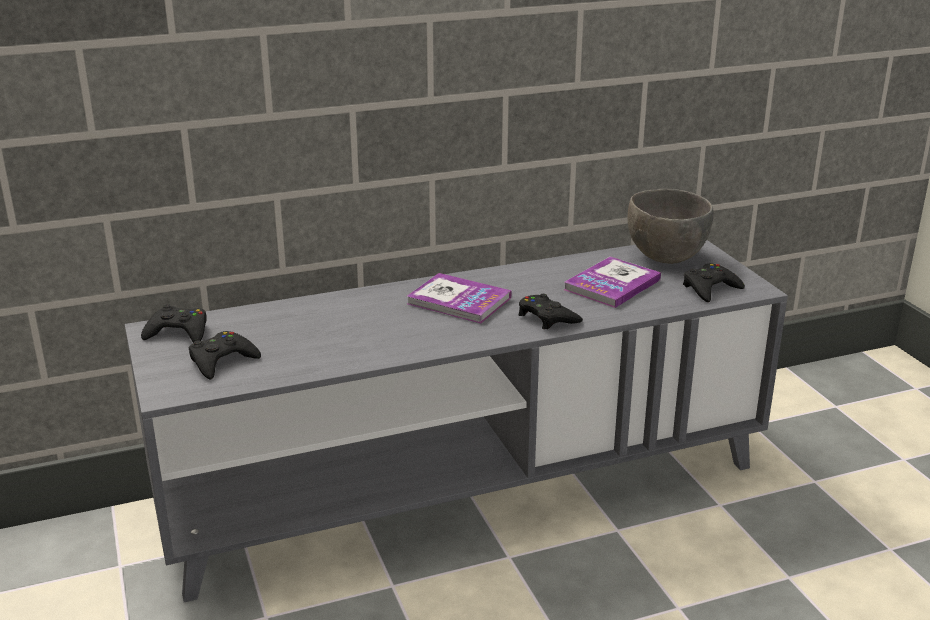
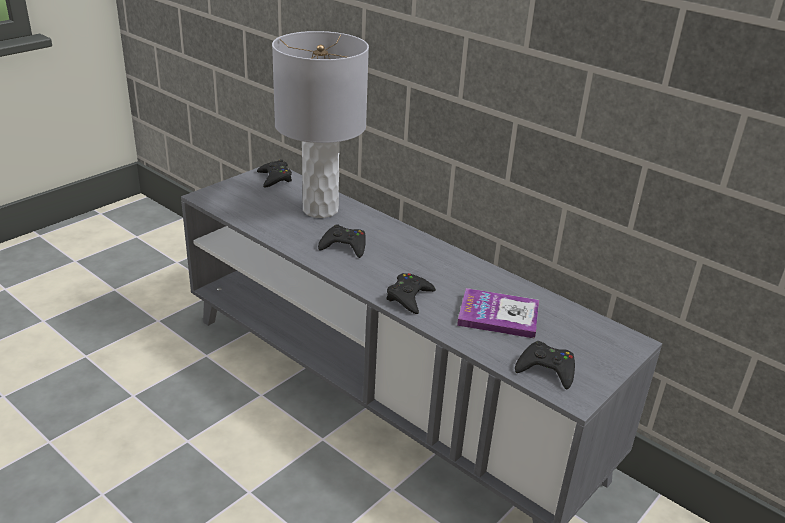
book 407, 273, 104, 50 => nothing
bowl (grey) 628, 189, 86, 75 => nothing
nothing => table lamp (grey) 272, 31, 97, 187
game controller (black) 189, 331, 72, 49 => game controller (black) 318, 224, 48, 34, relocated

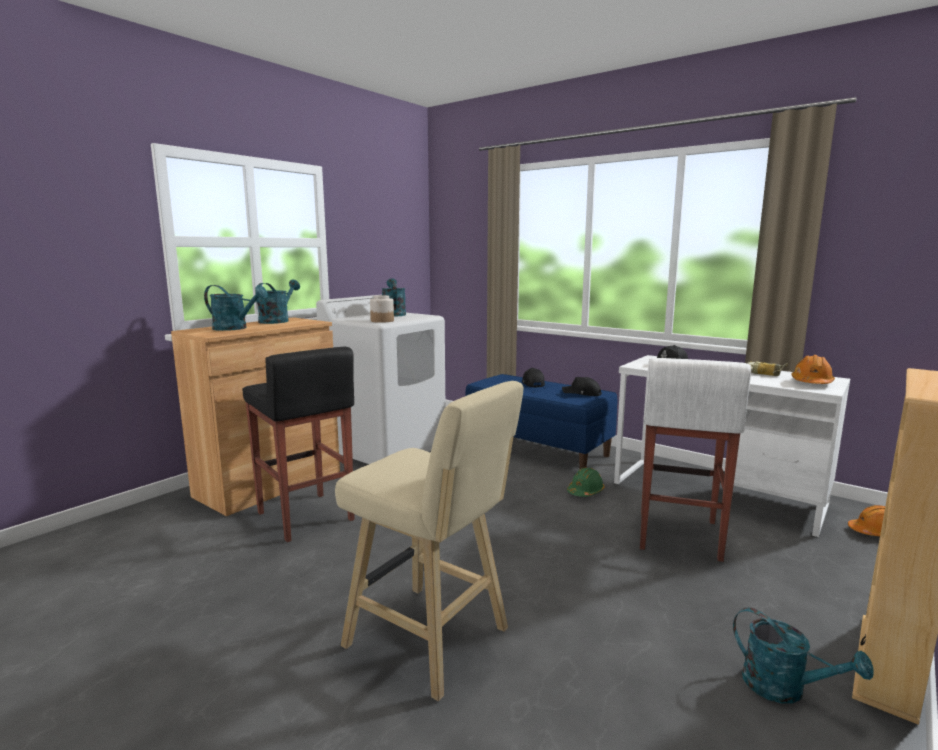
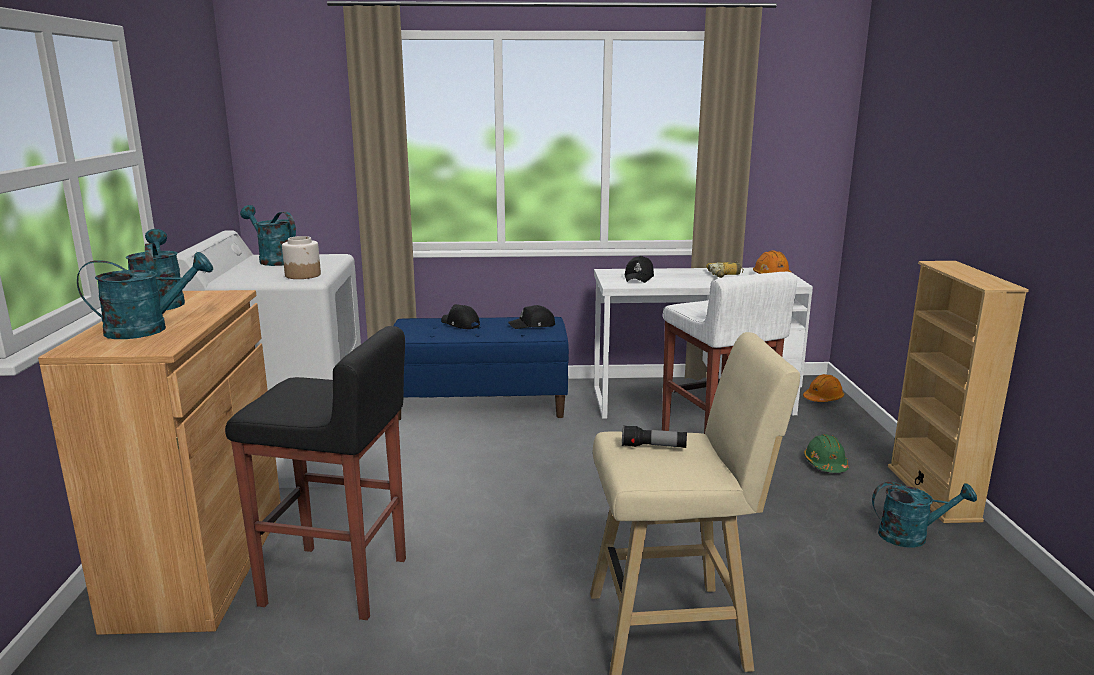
nothing => flashlight 622, 425, 65, 23
hard hat (green) 567, 468, 38, 29 => hard hat (green) 804, 434, 45, 39, relocated

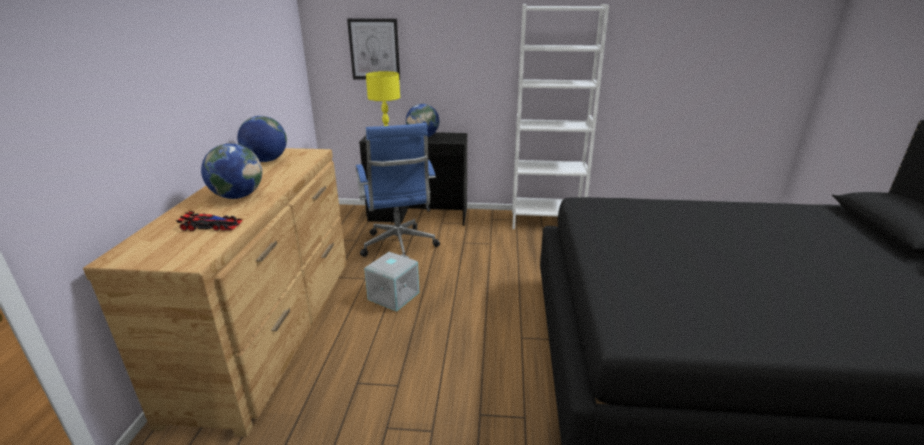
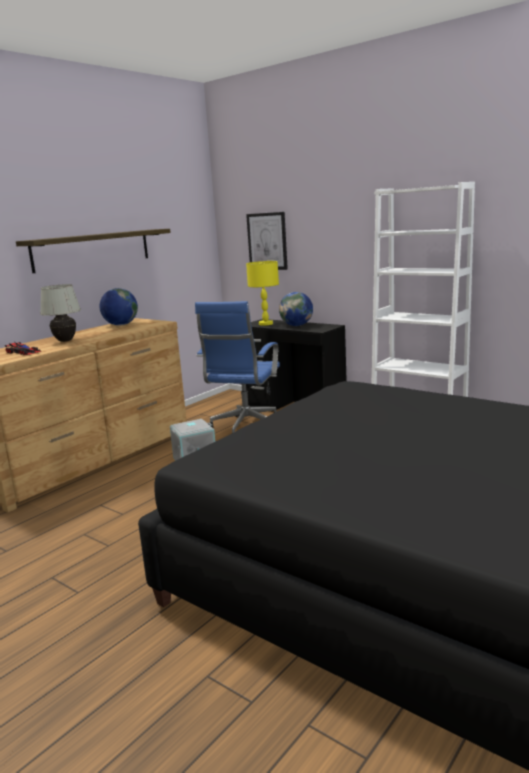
nothing => shelf 16, 229, 155, 44
globe 201, 143, 61, 56 => table lamp (white) 40, 284, 41, 58

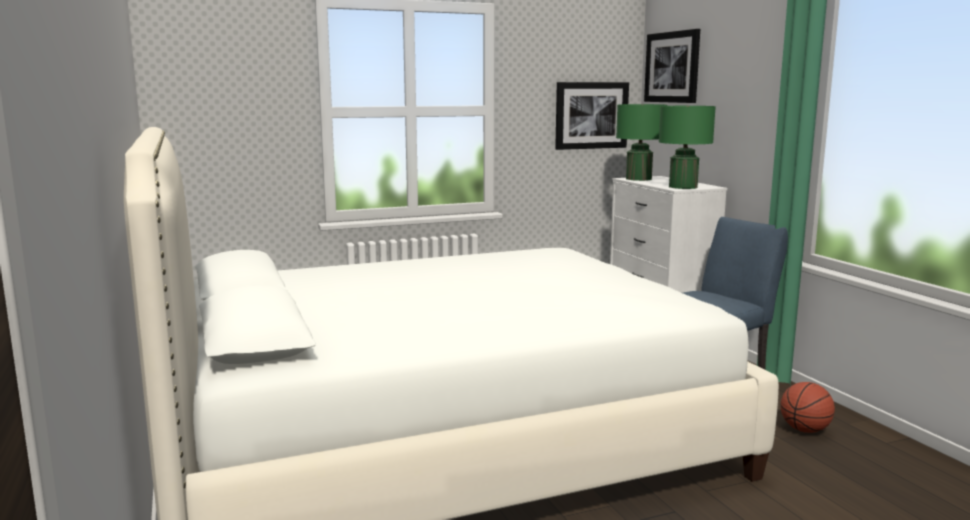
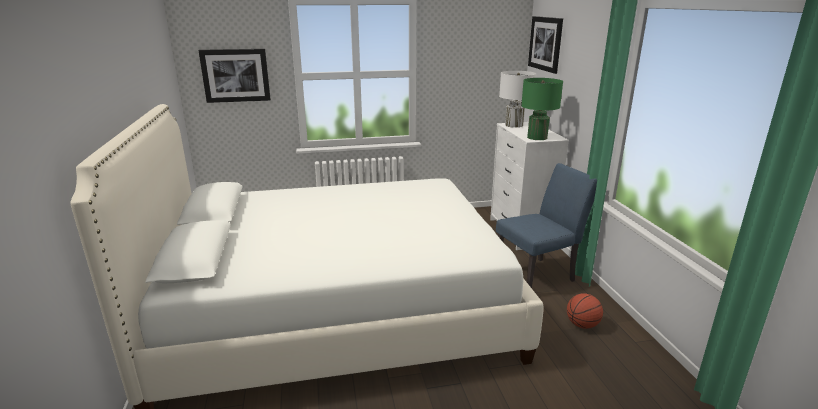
picture 555, 82, 74, 68 => picture 198, 49, 73, 54, relocated
table lamp (green) 616, 104, 51, 77 => table lamp (white) 499, 71, 38, 57

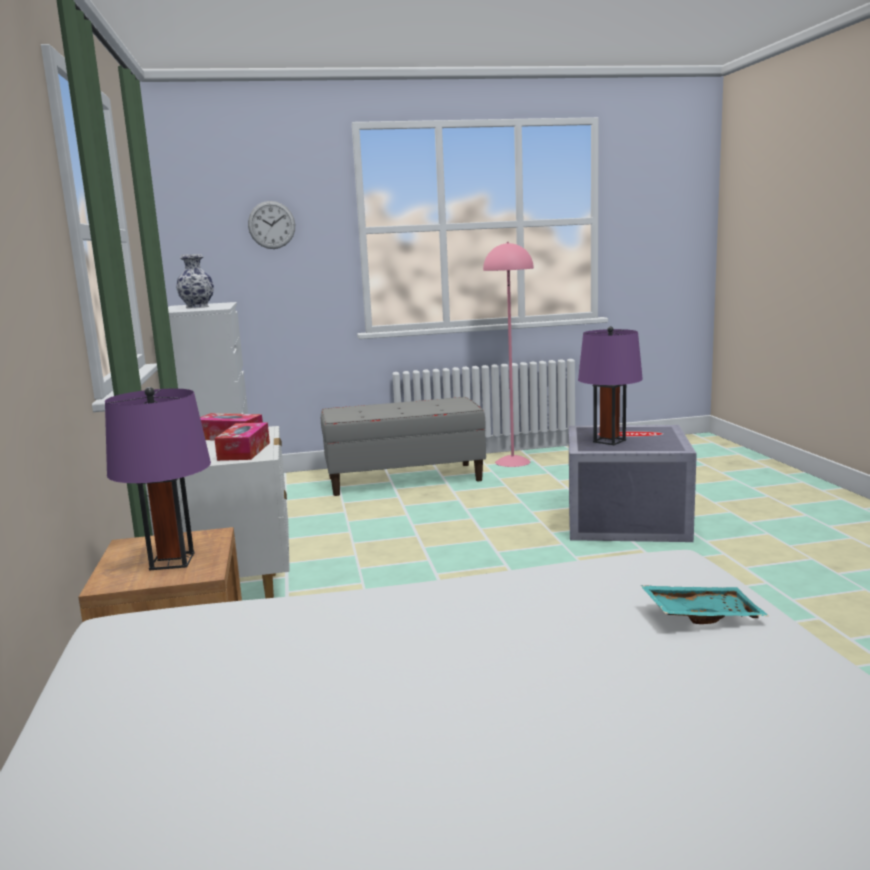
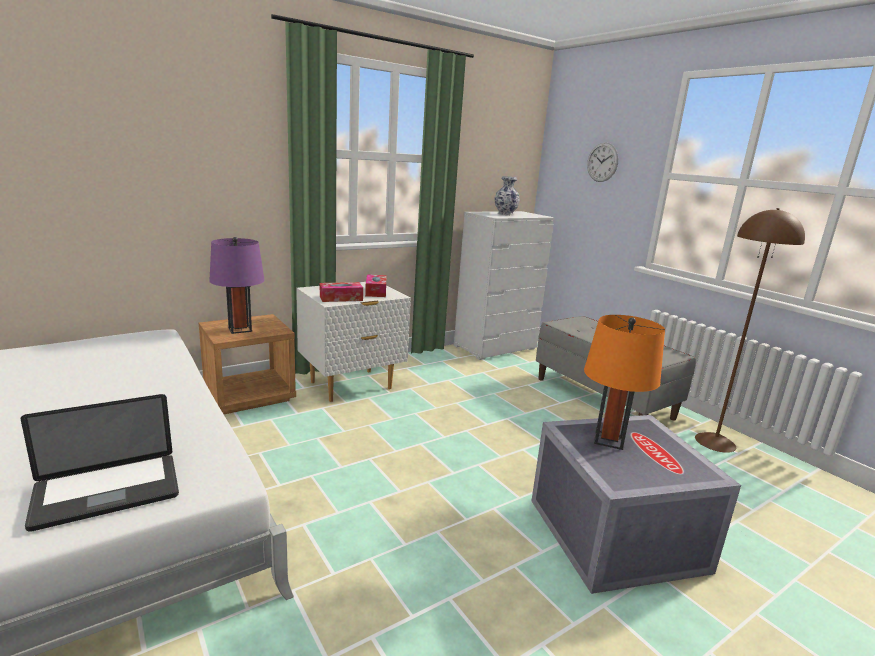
tray (turquoise) 640, 585, 129, 39 => laptop 21, 394, 158, 138
floor lamp (pink) 483, 242, 51, 225 => floor lamp (brown) 695, 208, 110, 245
table lamp (purple) 578, 326, 65, 119 => table lamp (orange) 584, 315, 81, 135

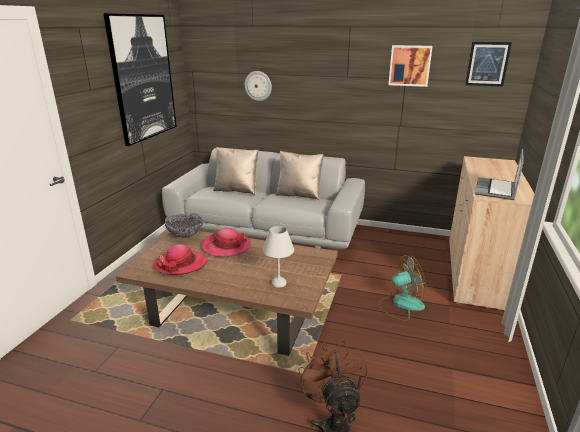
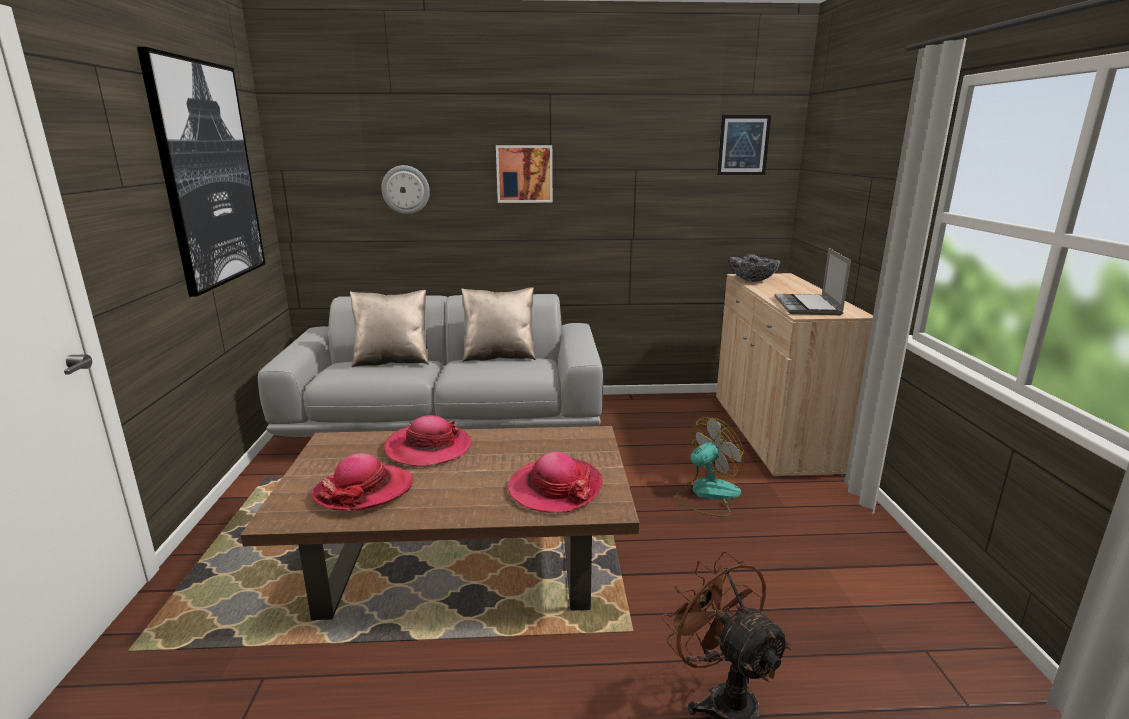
bowl 165, 213, 38, 25 => bowl 729, 254, 51, 28, relocated
picture 388, 45, 45, 42 => picture 496, 145, 57, 58, relocated
table lamp (white) 263, 226, 31, 62 => hat 508, 452, 94, 61

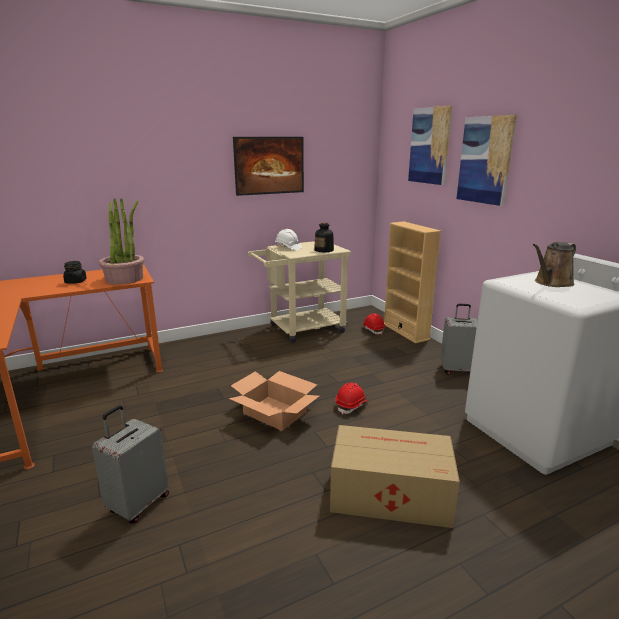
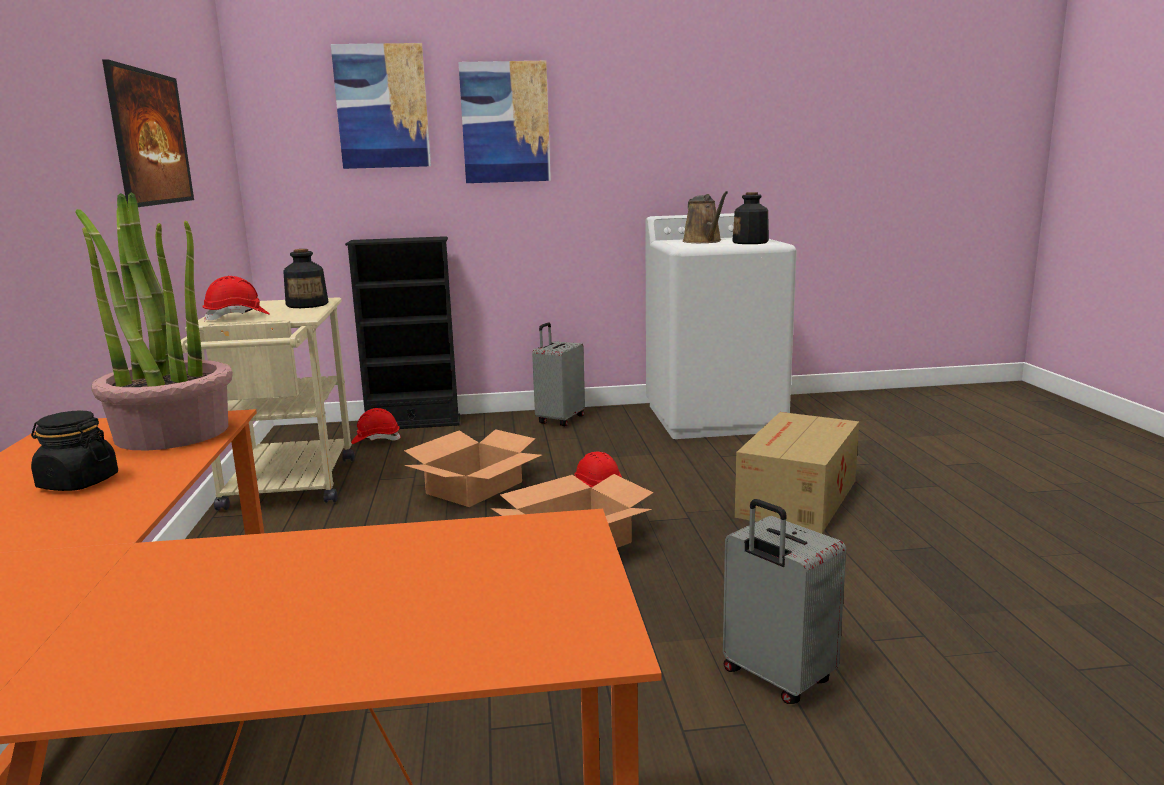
nothing => cardboard box 404, 429, 138, 78
nothing => bottle 732, 192, 37, 52
hard hat (white) 275, 229, 27, 21 => hard hat (red) 203, 276, 67, 46
bookcase (beige) 384, 221, 57, 123 => bookcase (black) 345, 236, 115, 193

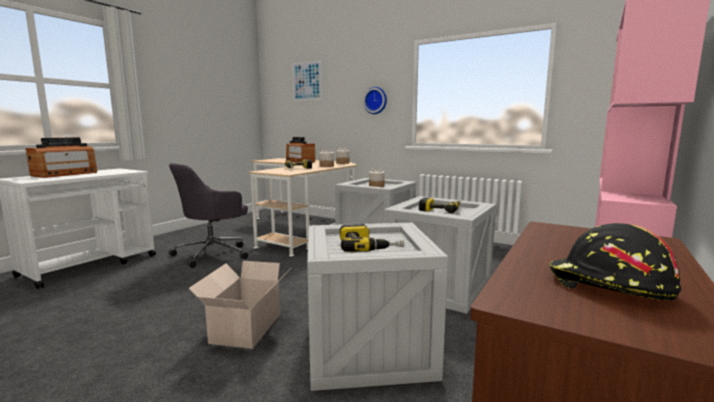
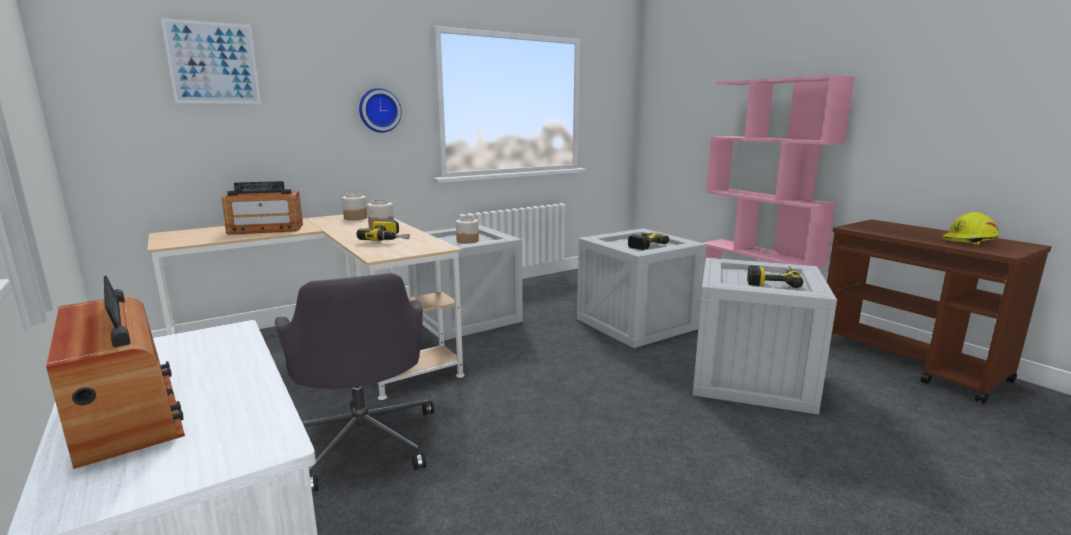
cardboard box 189, 261, 91, 88 => nothing
hard hat (black) 549, 223, 132, 78 => hard hat (yellow) 941, 212, 58, 33

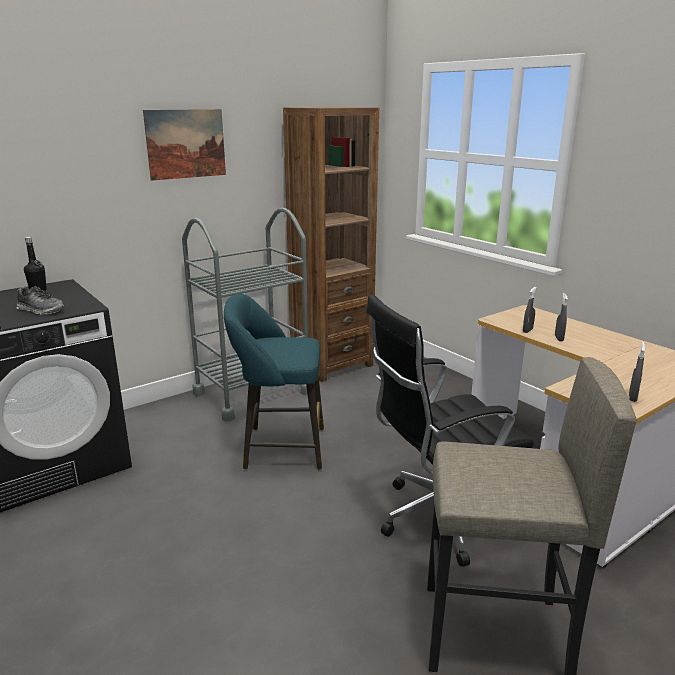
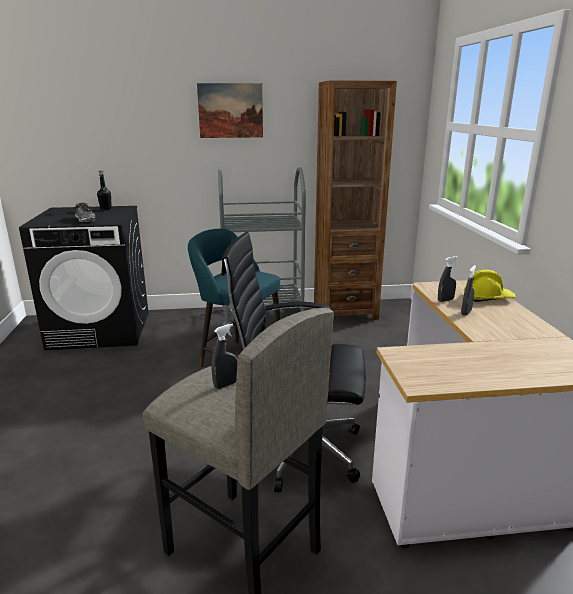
nothing => hard hat (yellow) 464, 270, 52, 32
spray bottle (grey) 629, 342, 16, 60 => spray bottle (grey) 211, 324, 27, 65, relocated

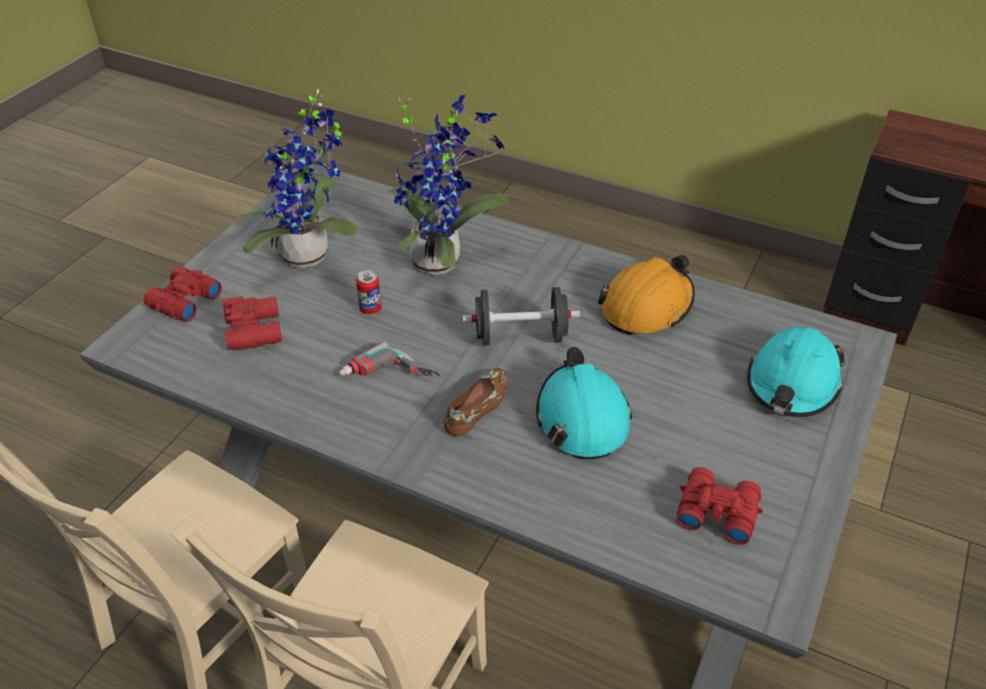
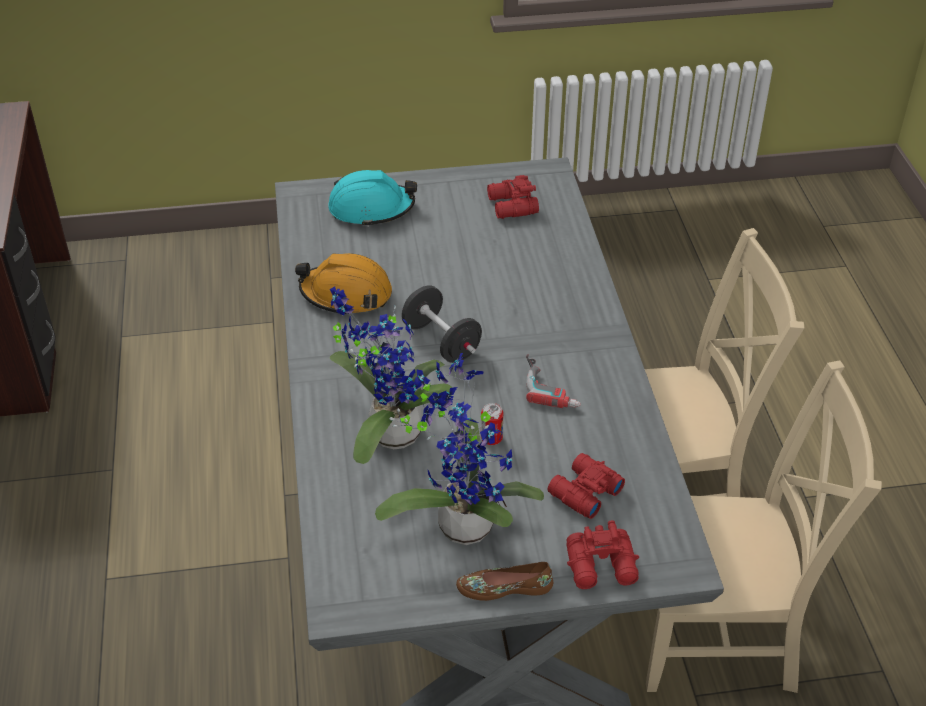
hard hat (turquoise) 536, 347, 96, 112 => nothing
shoe (brown) 444, 368, 64, 68 => shoe (brown) 456, 562, 97, 39, relocated

